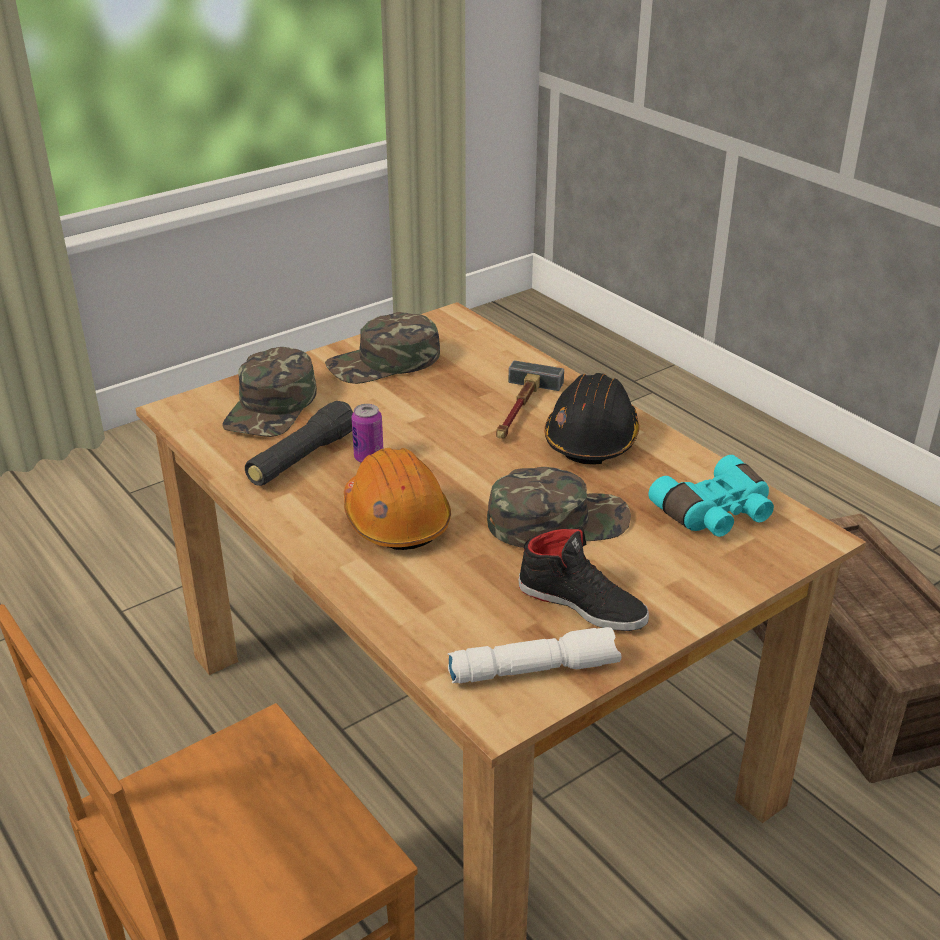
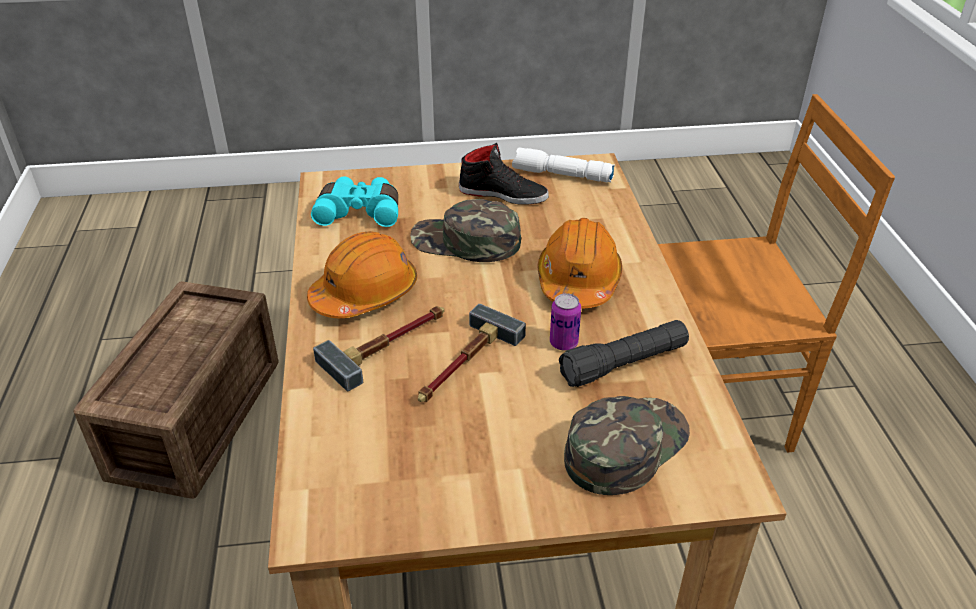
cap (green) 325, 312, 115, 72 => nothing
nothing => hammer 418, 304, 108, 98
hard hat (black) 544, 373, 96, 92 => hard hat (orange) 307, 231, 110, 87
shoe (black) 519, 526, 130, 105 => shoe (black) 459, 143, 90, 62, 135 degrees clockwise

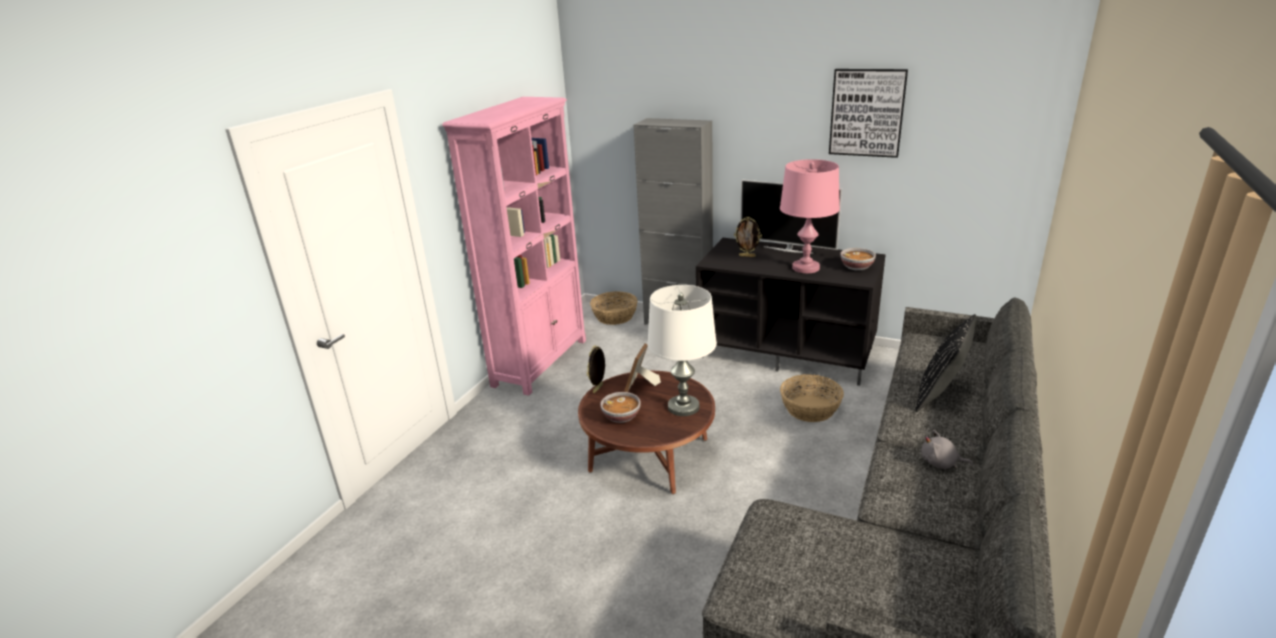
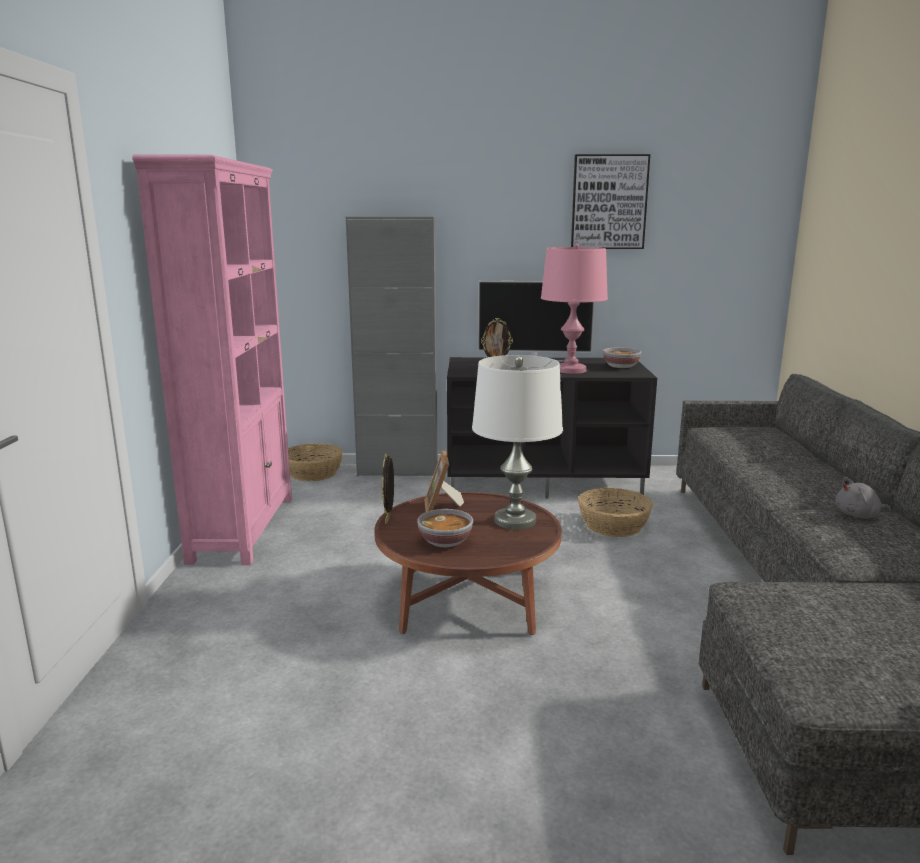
pillow (black) 915, 314, 61, 98 => nothing

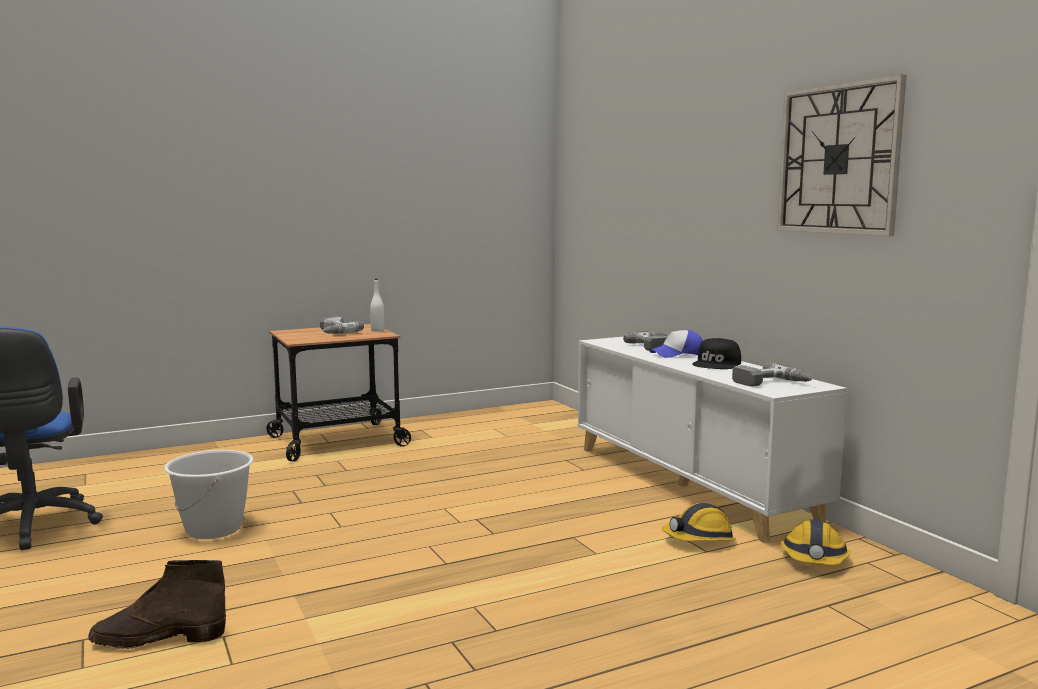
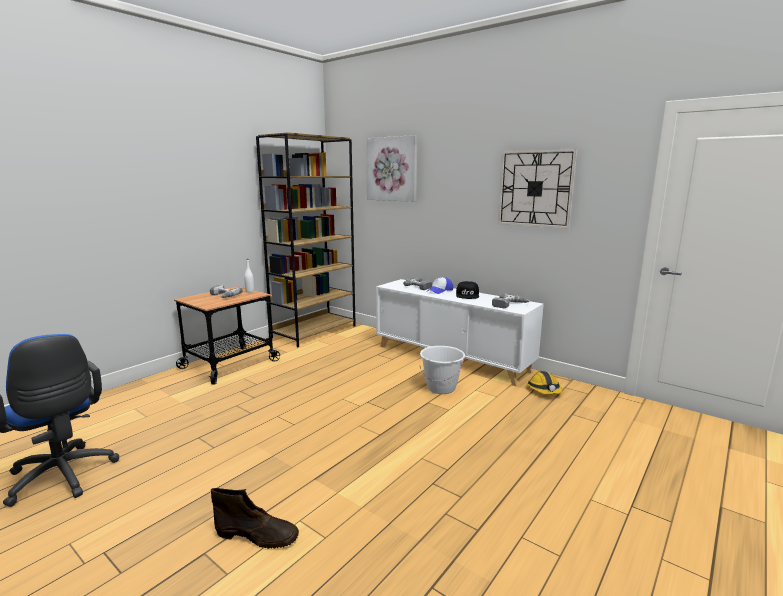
hard hat 662, 503, 74, 38 => nothing
nothing => bookcase (brown) 256, 132, 100, 215
nothing => picture 366, 135, 51, 67
bucket (white) 164, 450, 89, 89 => bucket (white) 419, 346, 46, 48, relocated
boot (brown) 88, 560, 138, 89 => boot (brown) 211, 488, 88, 61, 135 degrees counterclockwise

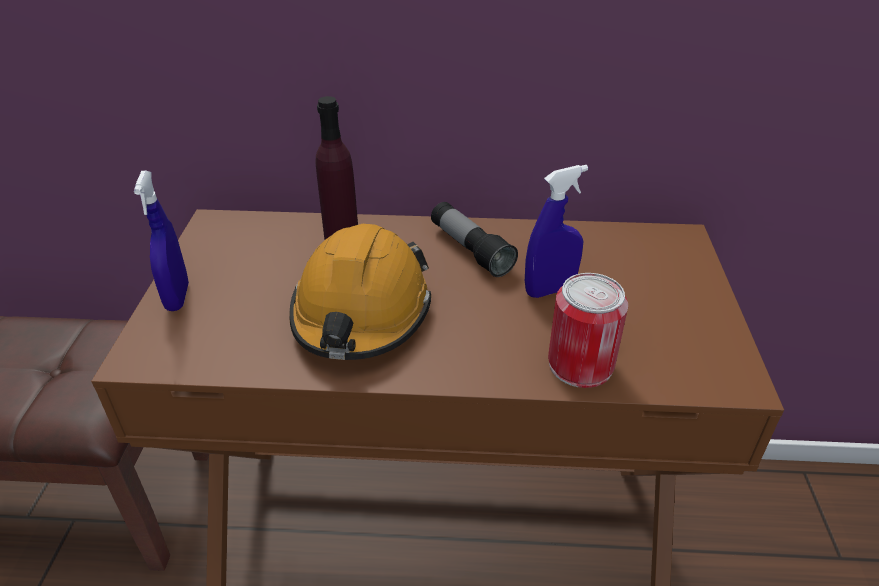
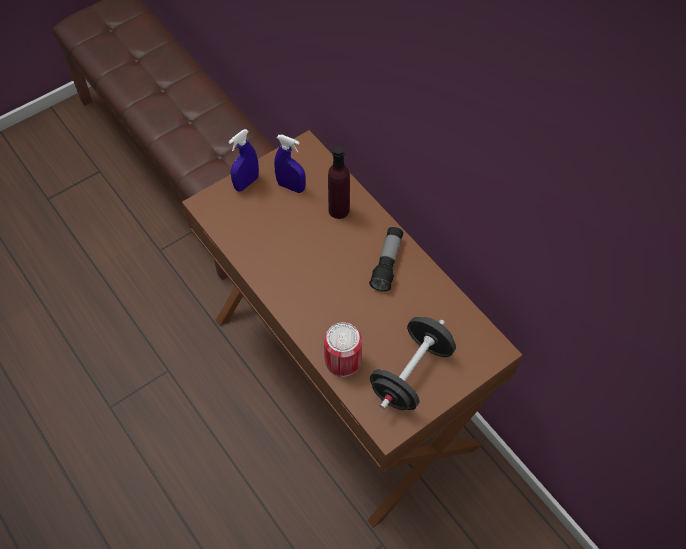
hard hat (orange) 289, 224, 142, 136 => nothing
nothing => dumbbell (black) 370, 317, 86, 93
spray bottle (blue) 525, 165, 63, 133 => spray bottle (blue) 274, 135, 32, 58, relocated

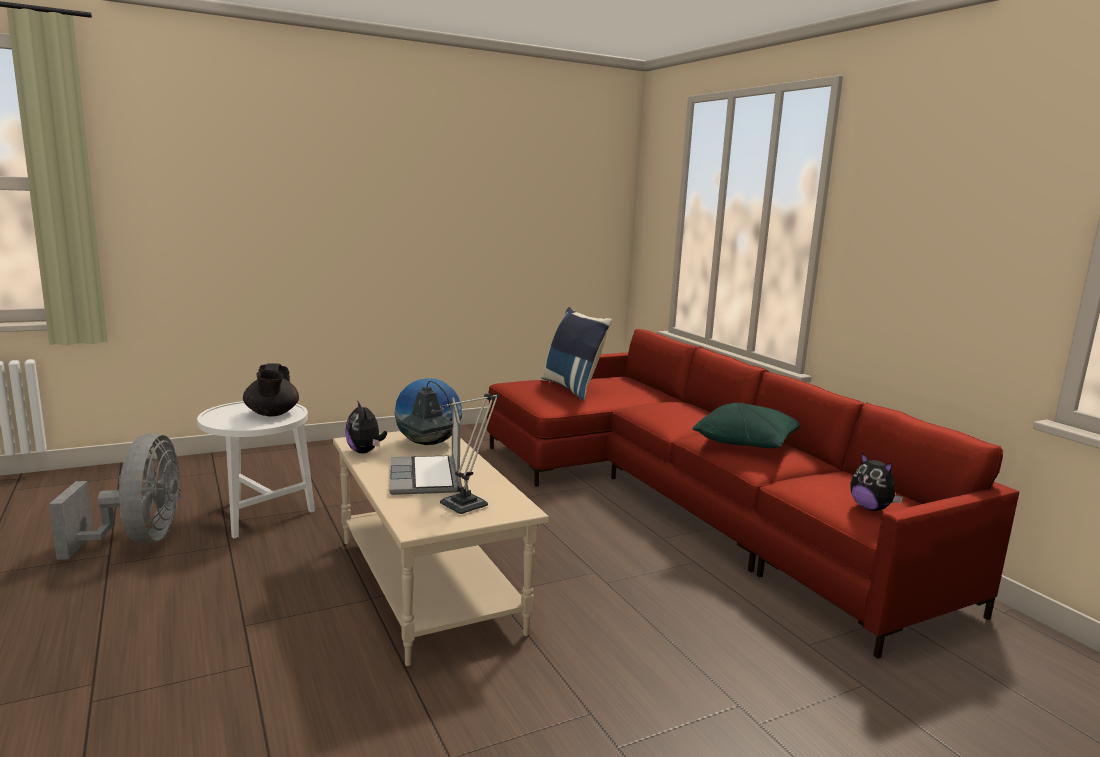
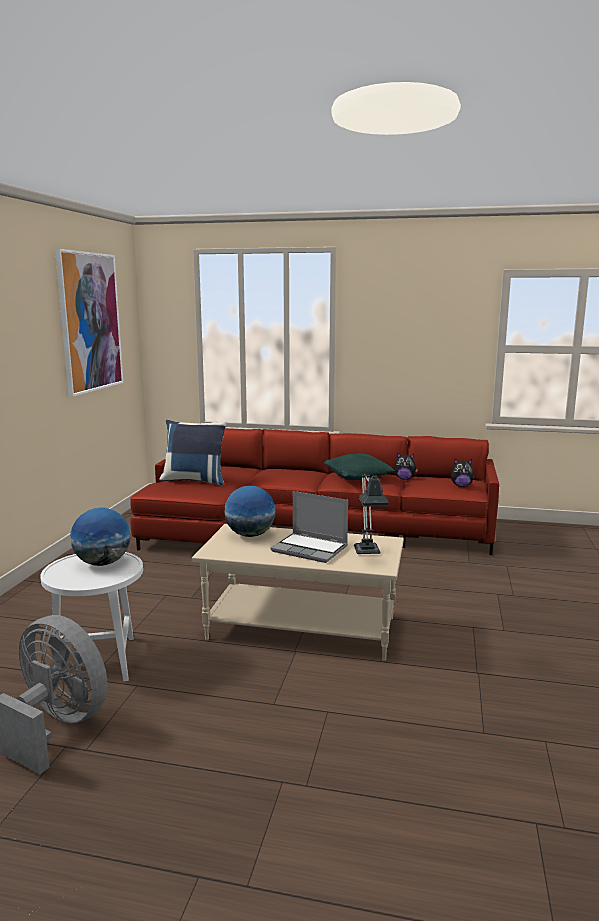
nothing => picture 55, 249, 68, 148
plush toy 345, 400, 42, 53 => plush toy 394, 453, 24, 26, relocated
teapot (black) 243, 363, 56, 53 => globe 70, 507, 61, 59

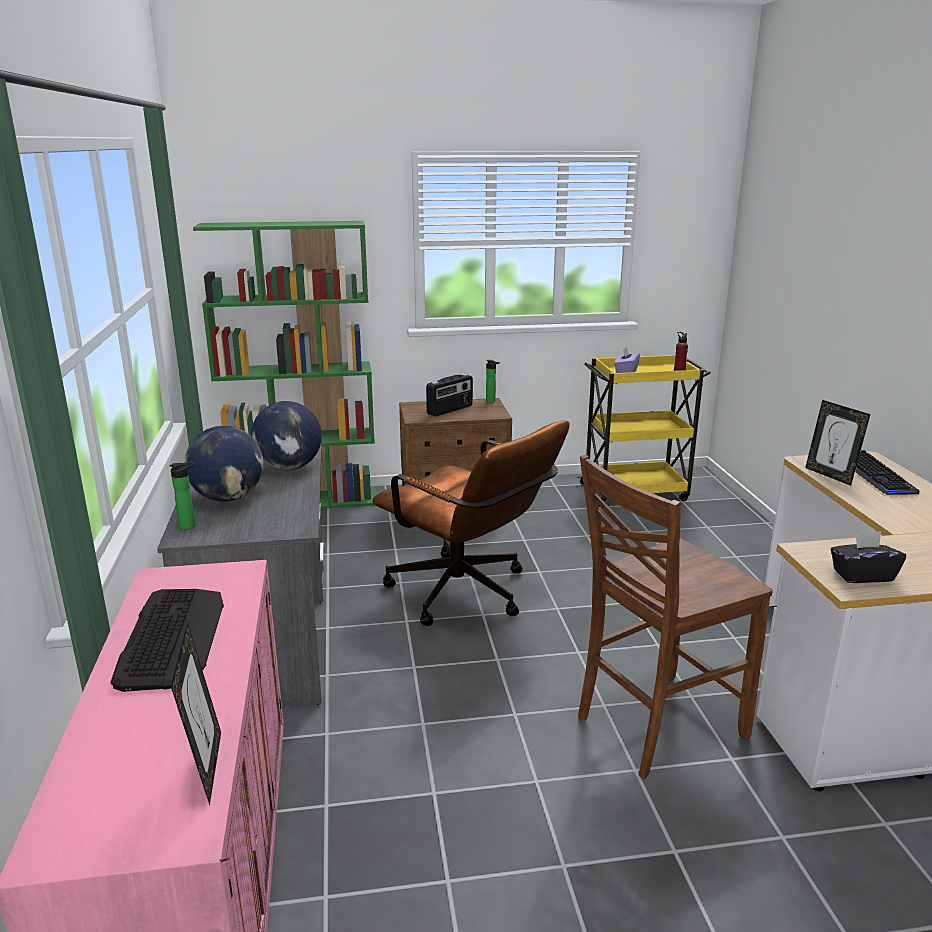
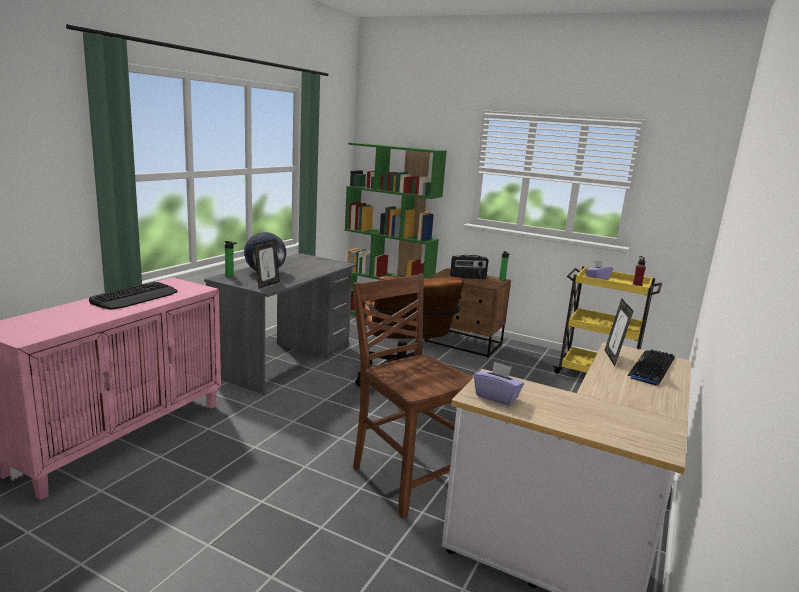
globe 251, 401, 71, 69 => nothing
picture frame 171, 622, 50, 184 => picture frame 254, 239, 26, 50, relocated
tissue box (black) 831, 531, 75, 52 => tissue box (purple) 474, 361, 50, 45
chair (brown) 578, 455, 195, 324 => chair (brown) 352, 274, 122, 245, 45 degrees clockwise

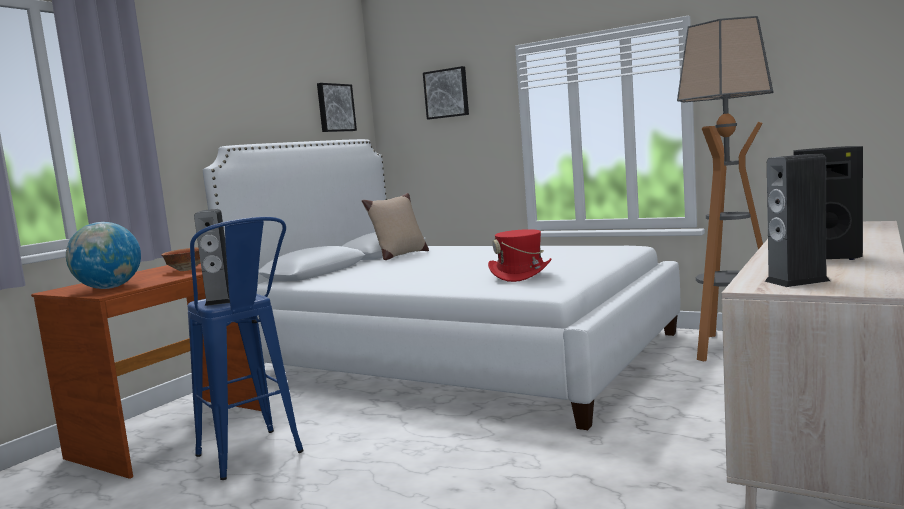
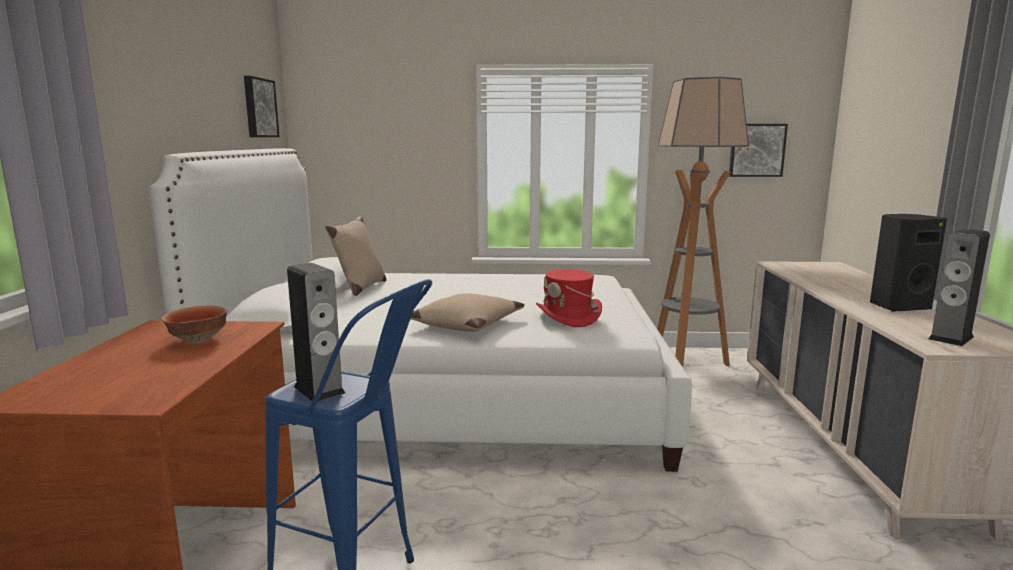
globe 66, 222, 75, 67 => nothing
nothing => pillow (beige) 411, 293, 114, 39
picture 423, 66, 46, 53 => picture 729, 124, 59, 53, relocated

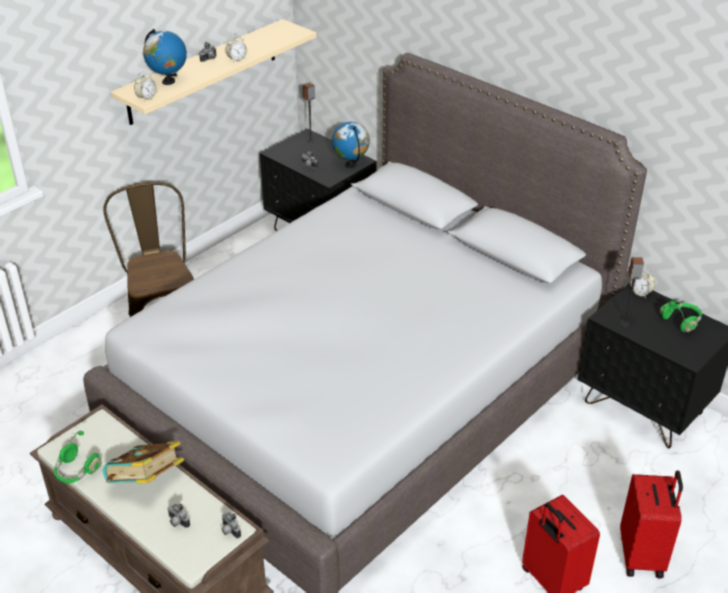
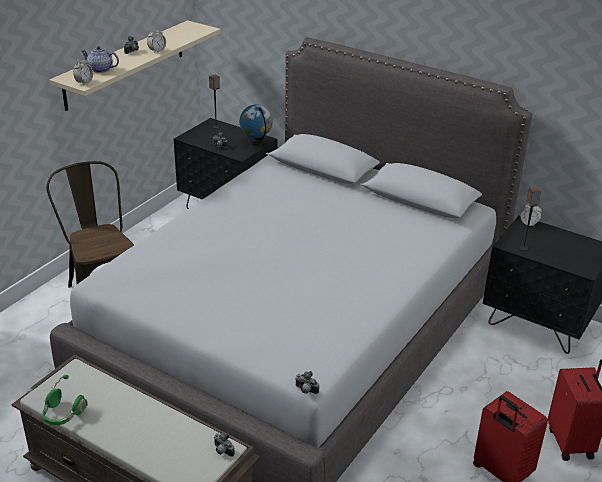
book 103, 441, 81, 43 => nothing
headphones (green) 660, 301, 42, 31 => nothing
photo camera 167, 504, 23, 24 => photo camera 295, 371, 24, 23, relocated
globe 143, 29, 44, 56 => teapot 80, 46, 39, 27

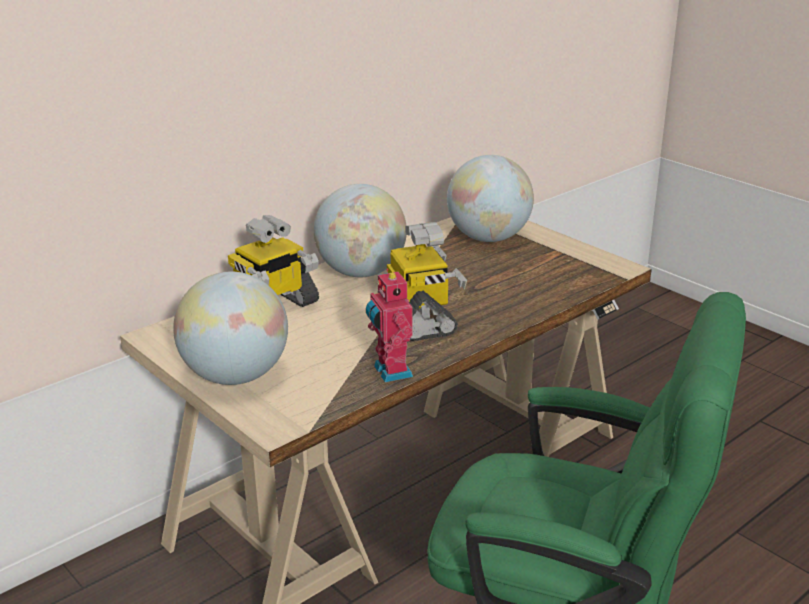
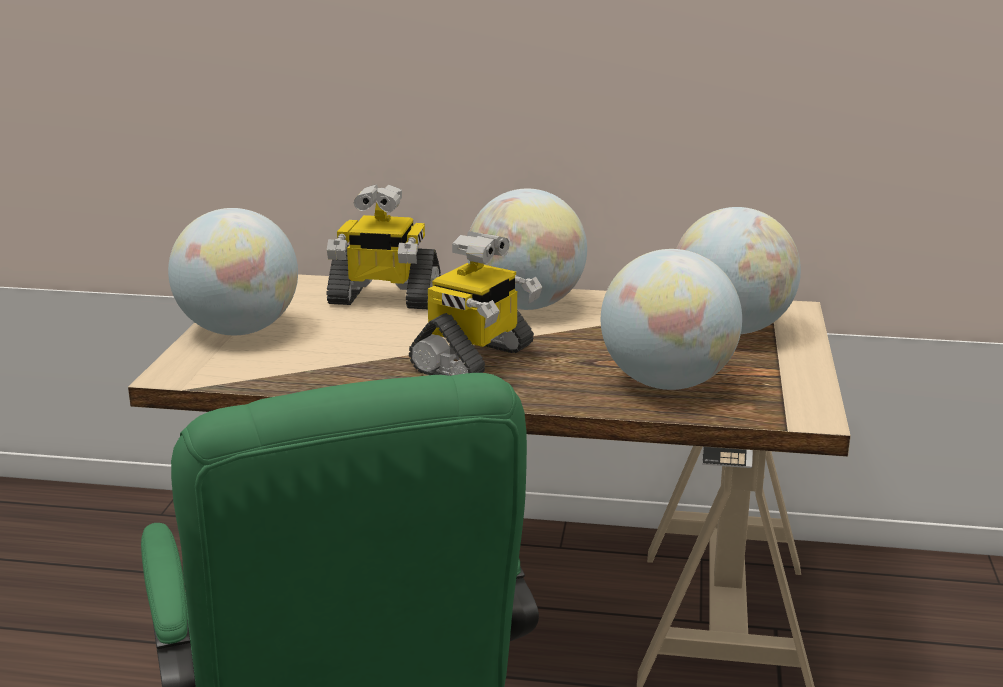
toy robot 366, 268, 47, 114 => nothing
nothing => globe 601, 249, 141, 141

